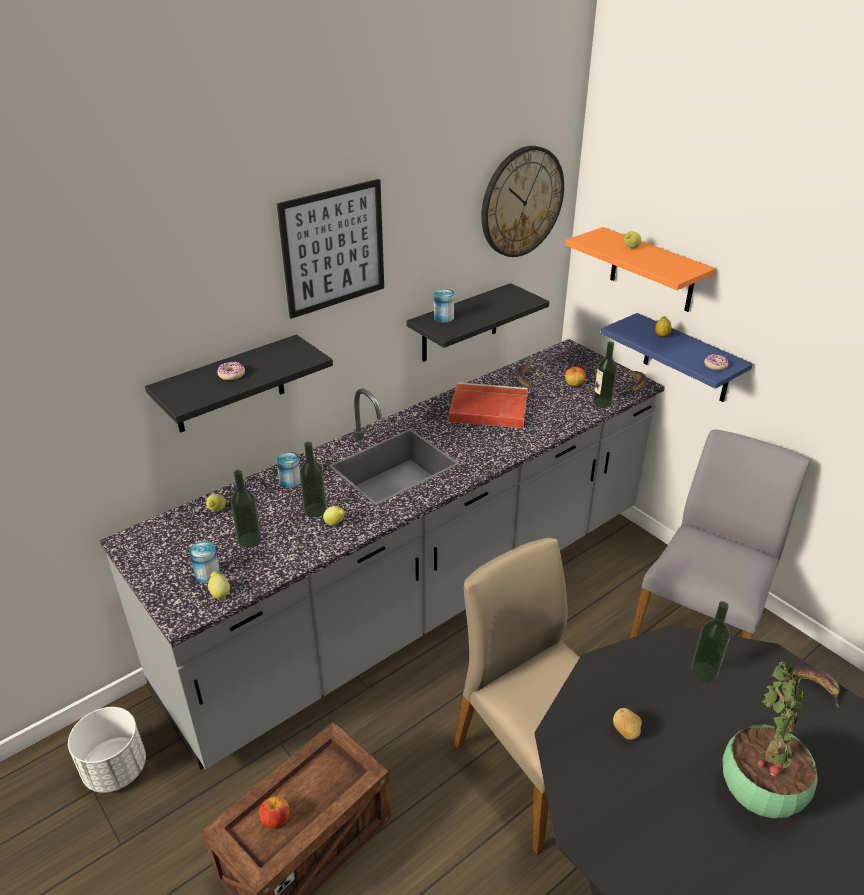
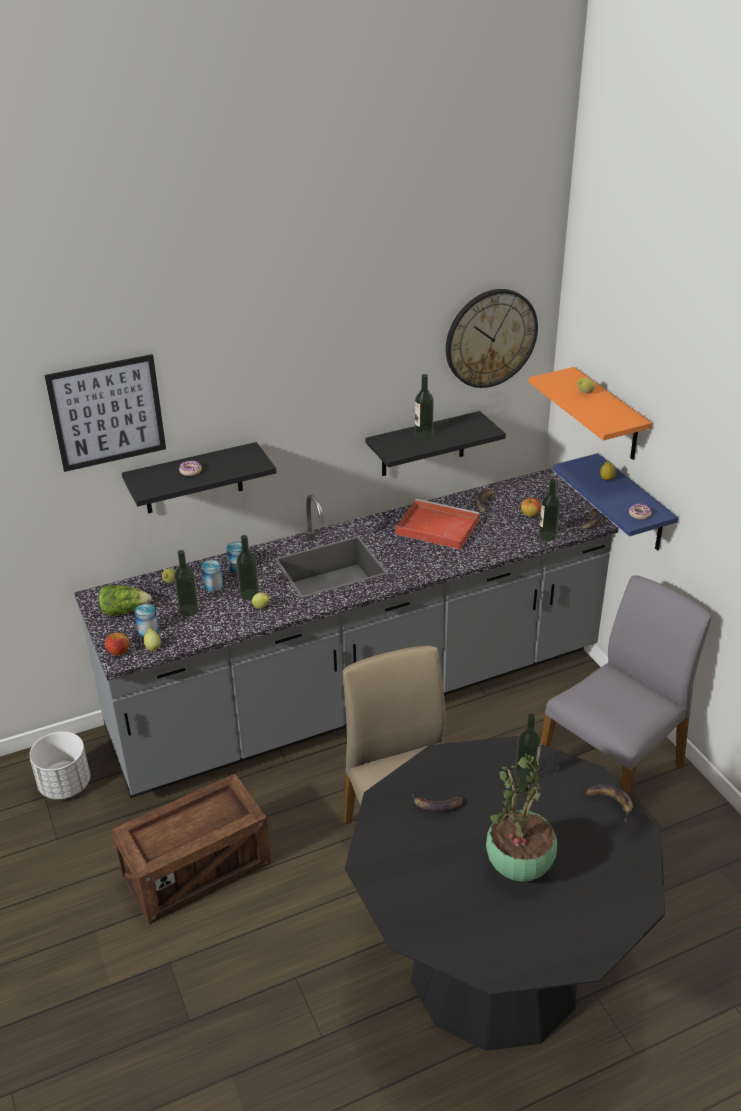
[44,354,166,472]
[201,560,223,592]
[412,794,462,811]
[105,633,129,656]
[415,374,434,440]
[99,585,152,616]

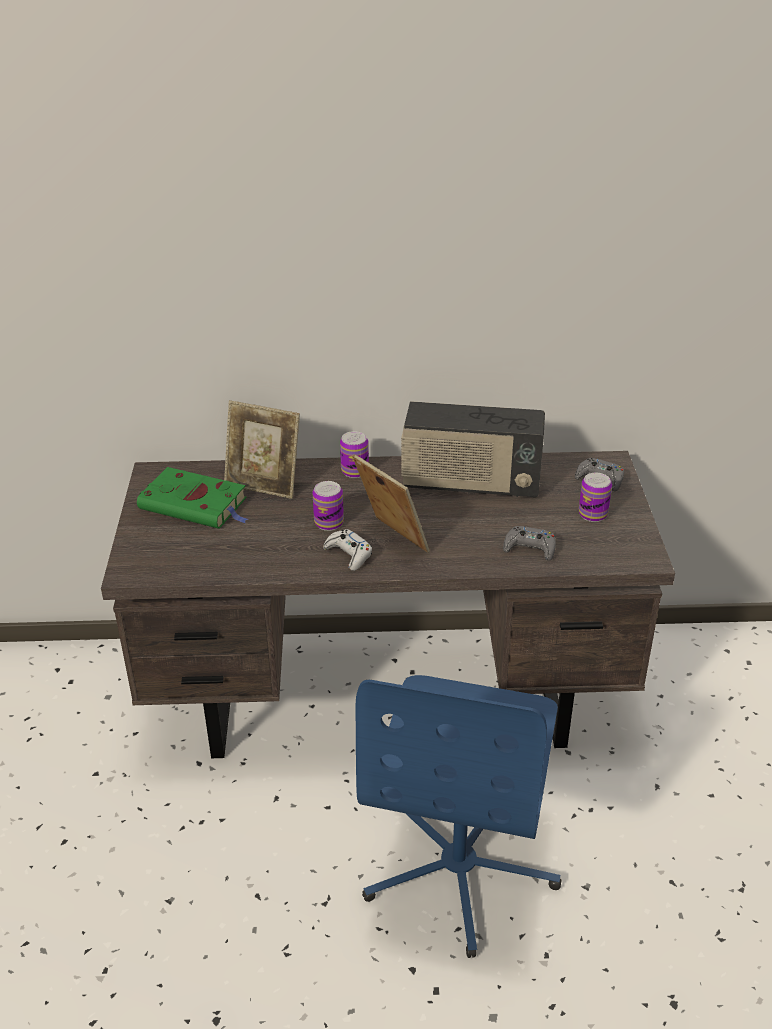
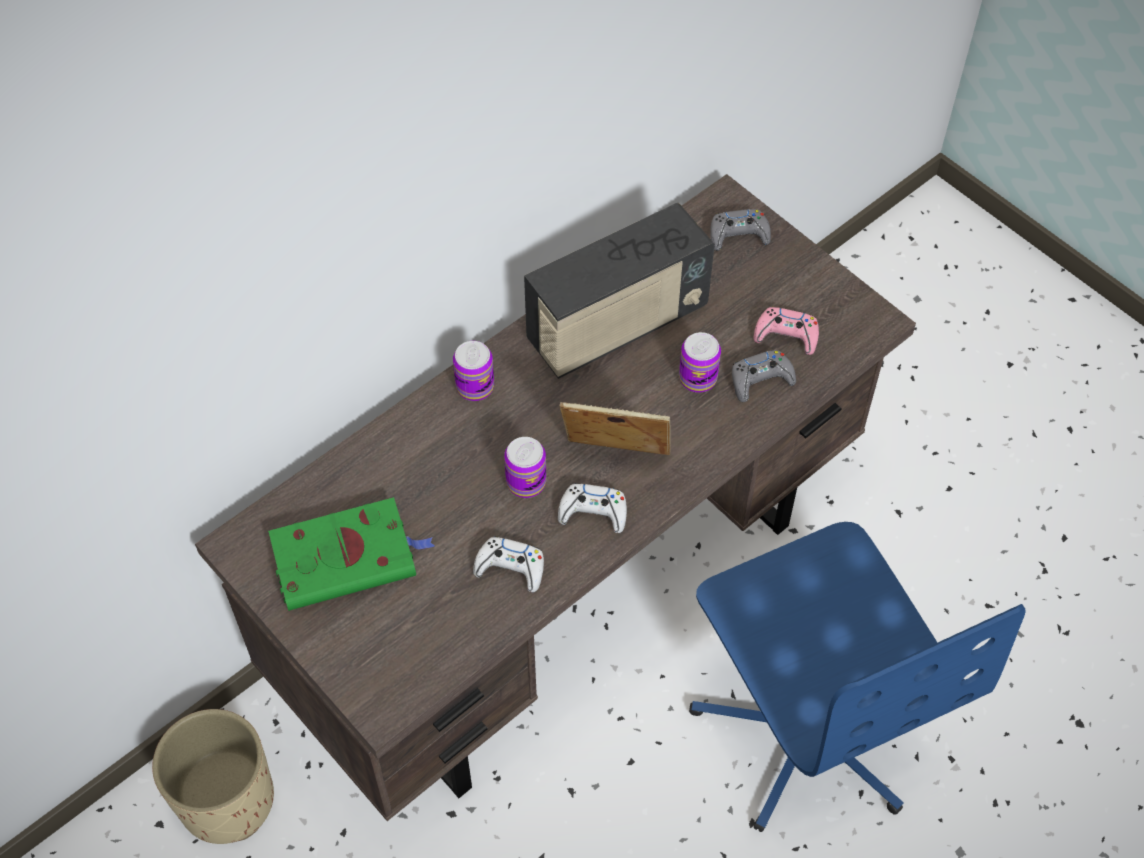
[224,400,300,499] (first image)
[679,332,721,393]
[753,307,819,355]
[473,536,544,592]
[152,709,274,844]

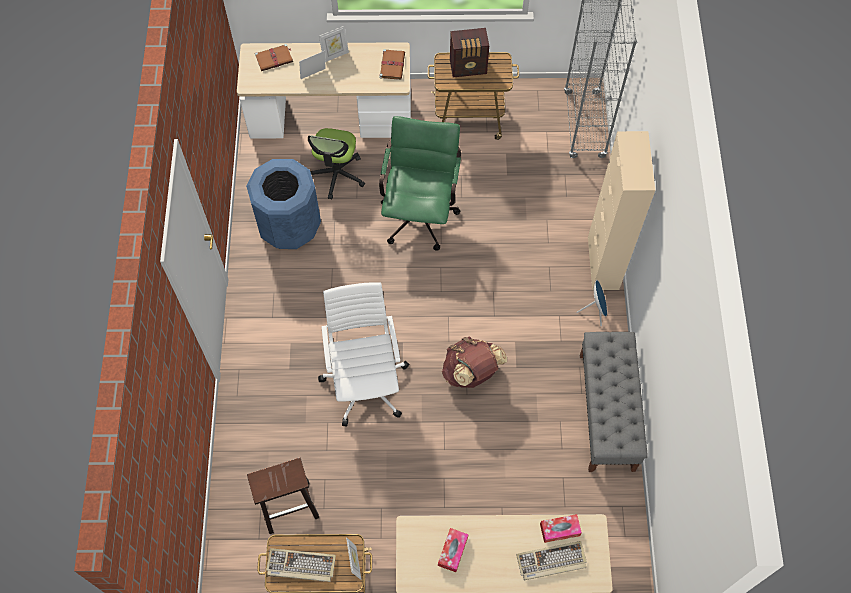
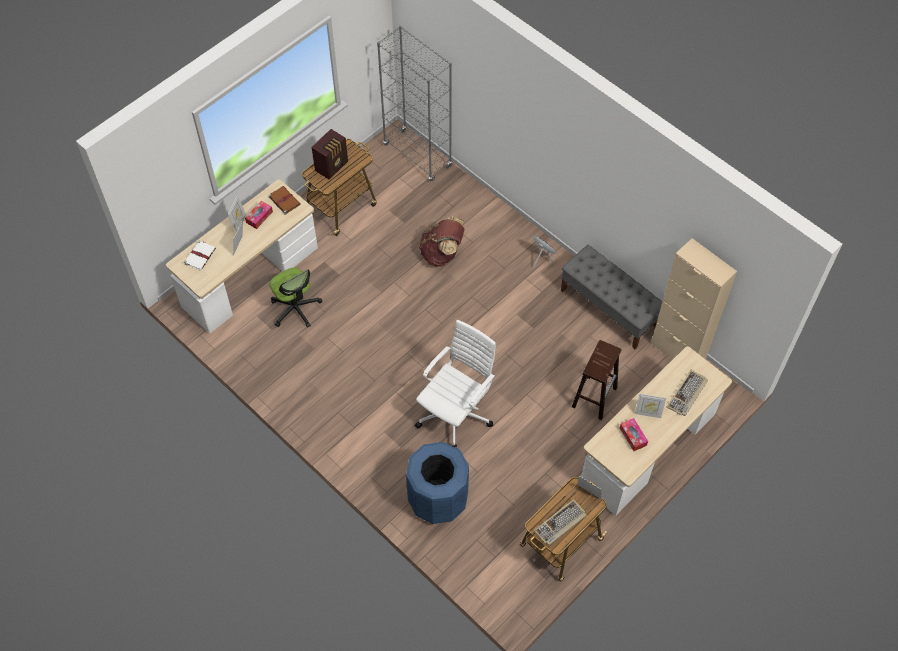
[184,240,216,271]
[379,116,461,251] (first image)
[651,238,737,360]
[406,442,469,524]
[415,320,497,449]
[419,217,465,267]
[572,340,622,420]
[245,201,273,229]
[635,394,666,418]

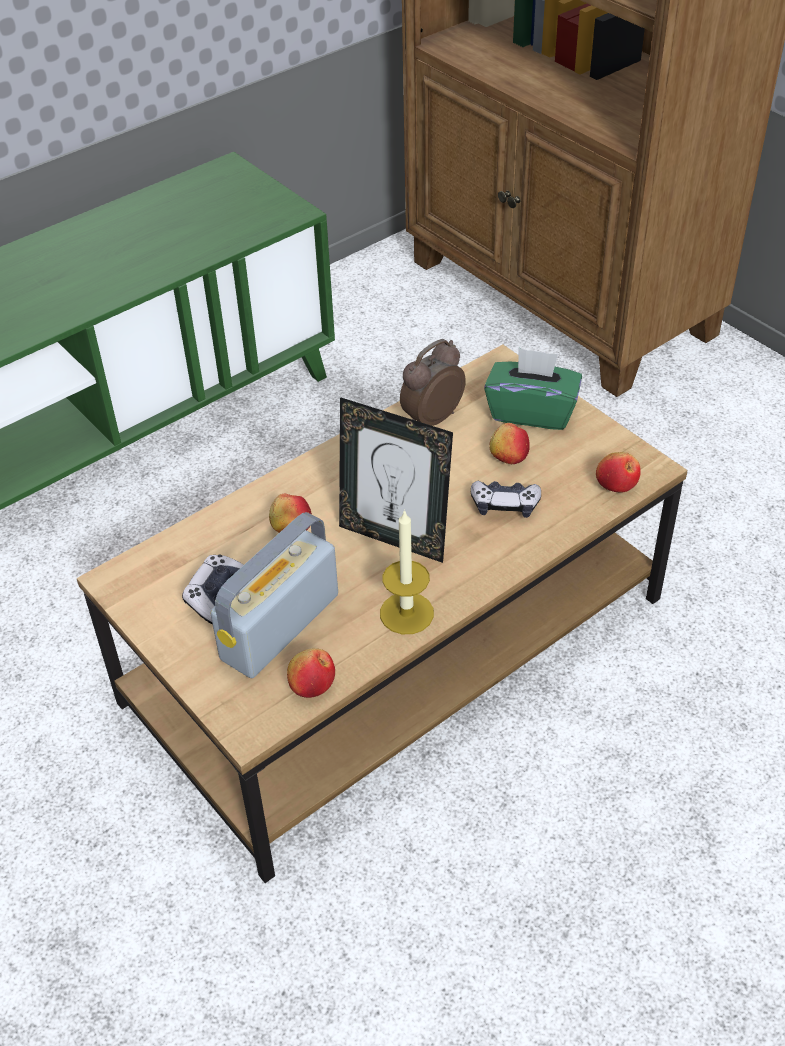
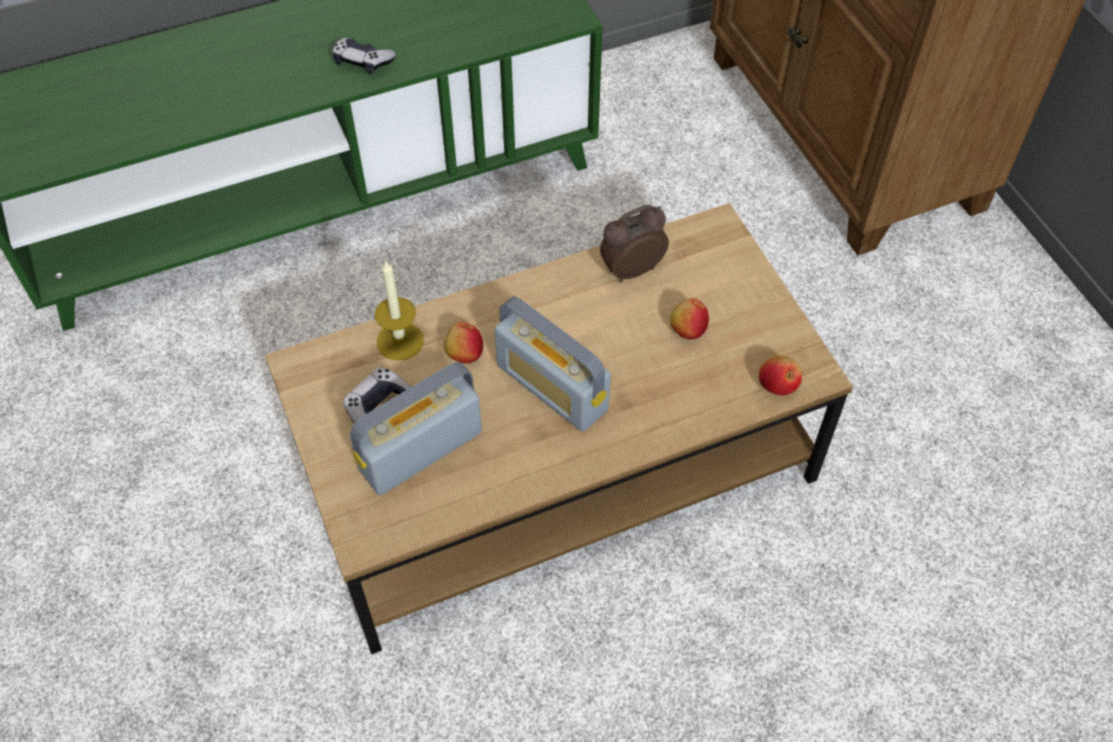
[484,348,582,430] (first image)
[494,296,611,432]
[332,37,396,74]
[375,260,424,361]
[287,648,335,698] (first image)

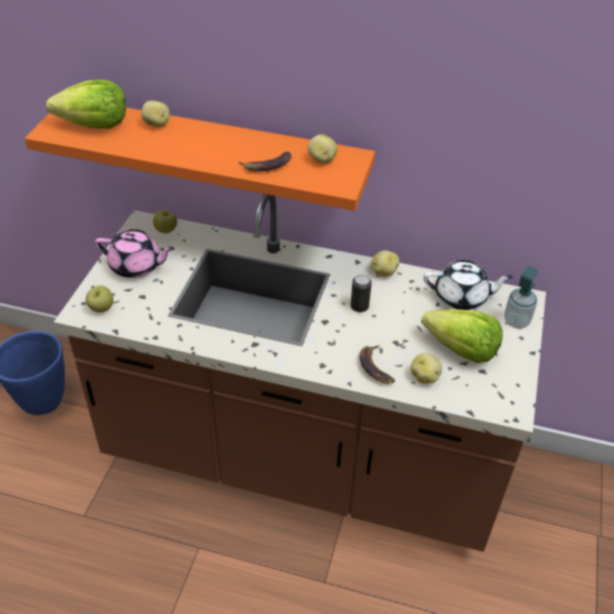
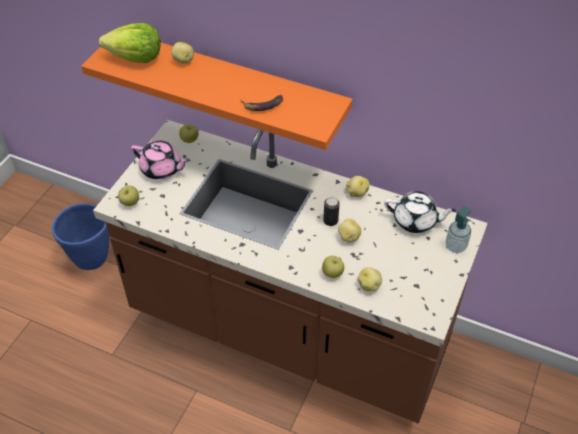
[338,219,361,243]
[421,309,503,363] (first image)
[322,256,344,278]

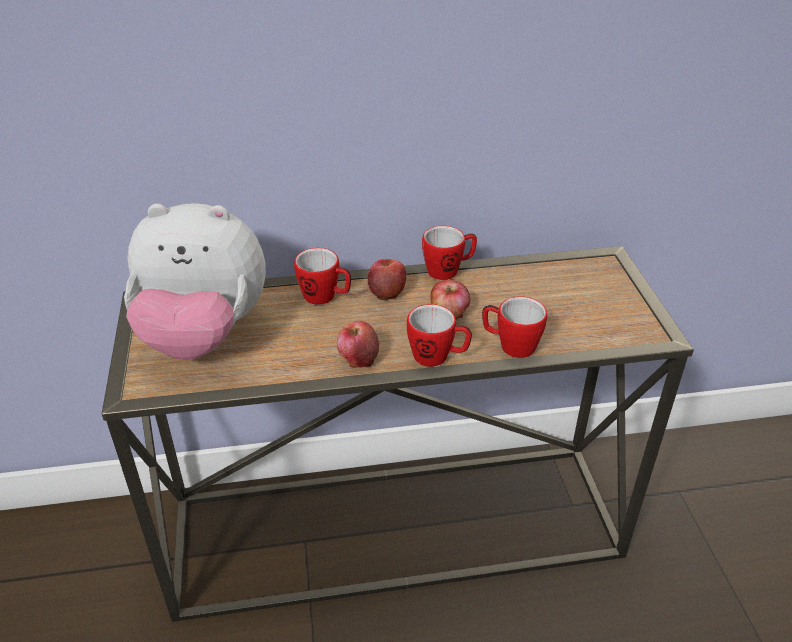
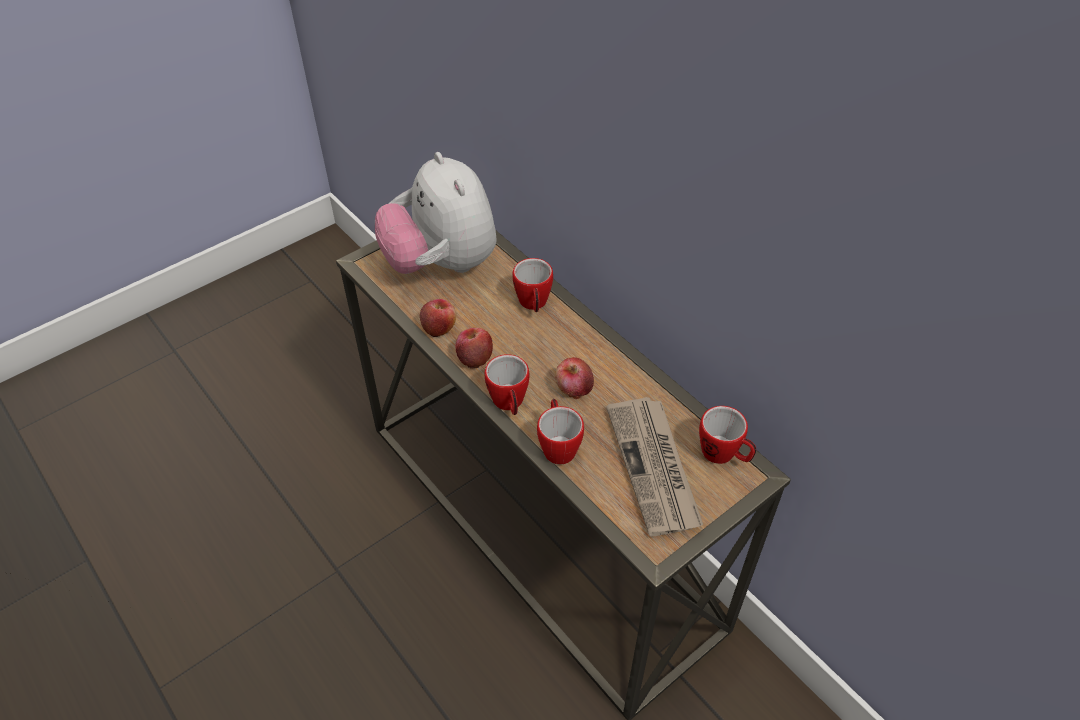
[699,406,756,464]
[420,299,456,337]
[606,397,704,536]

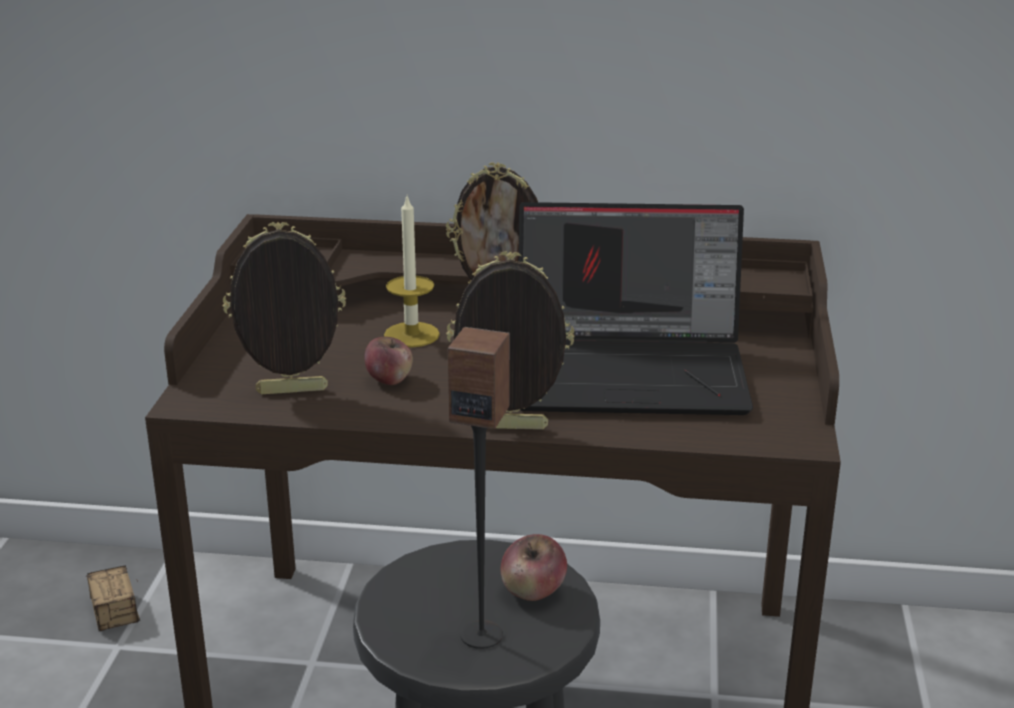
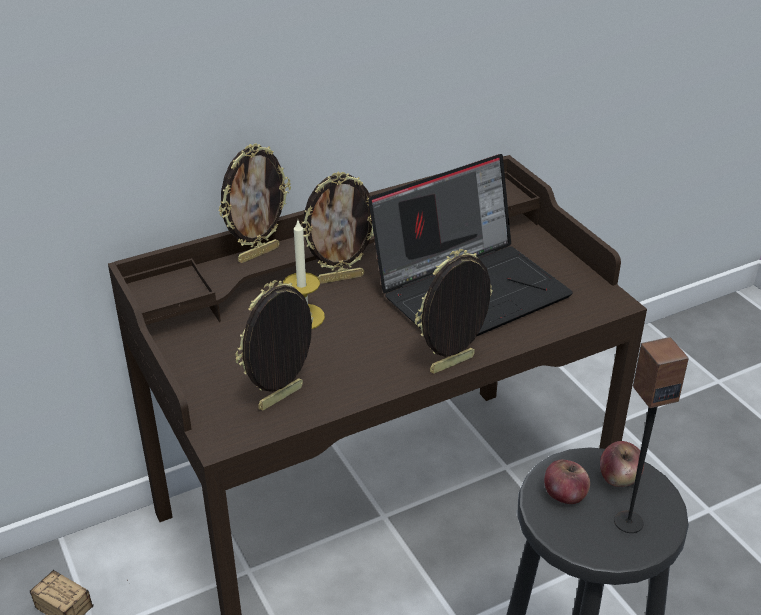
[544,460,590,504]
[218,143,291,263]

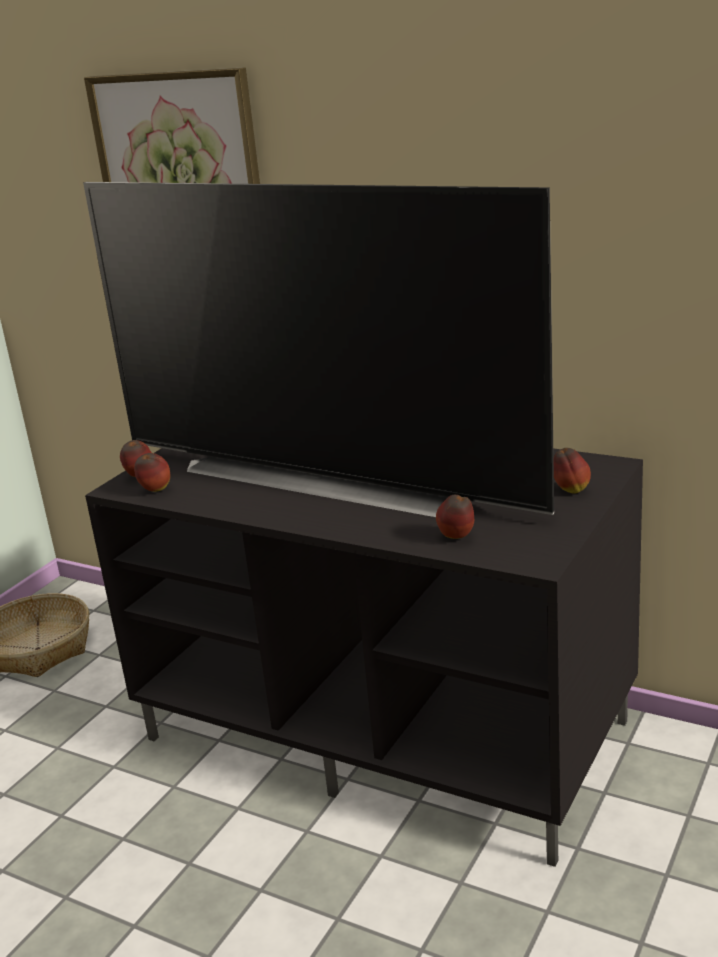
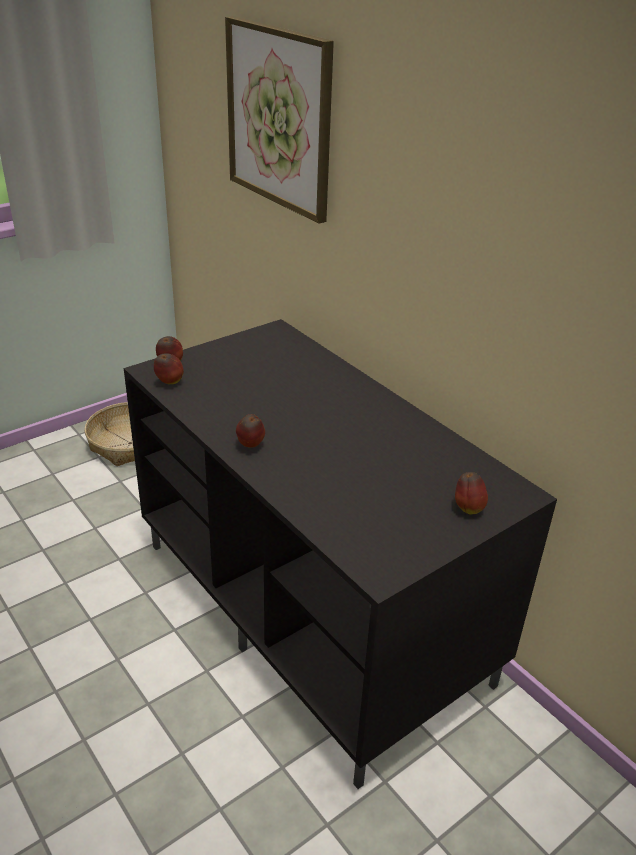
[83,182,554,517] (first image)
[236,414,265,448]

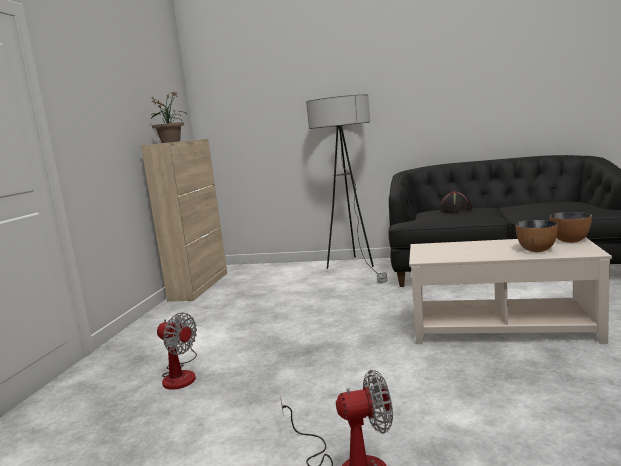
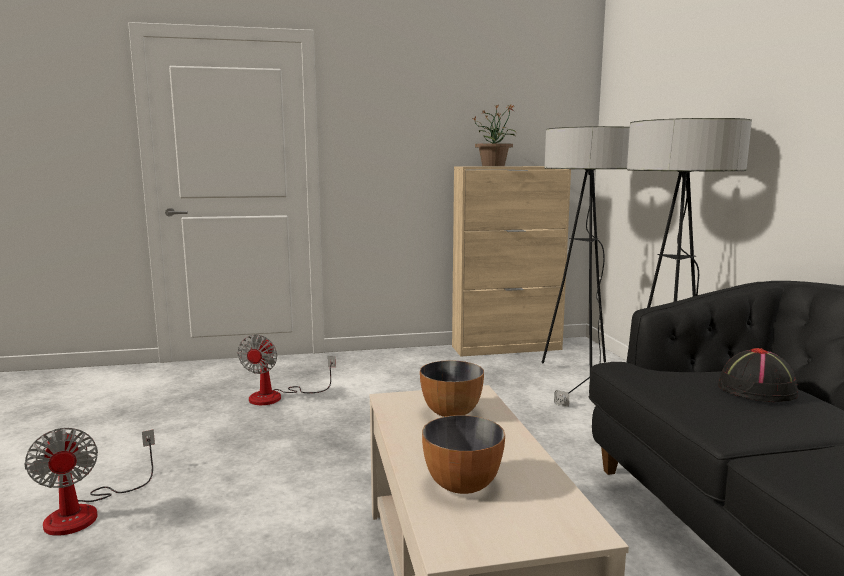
[420,360,484,417]
[541,126,630,407]

